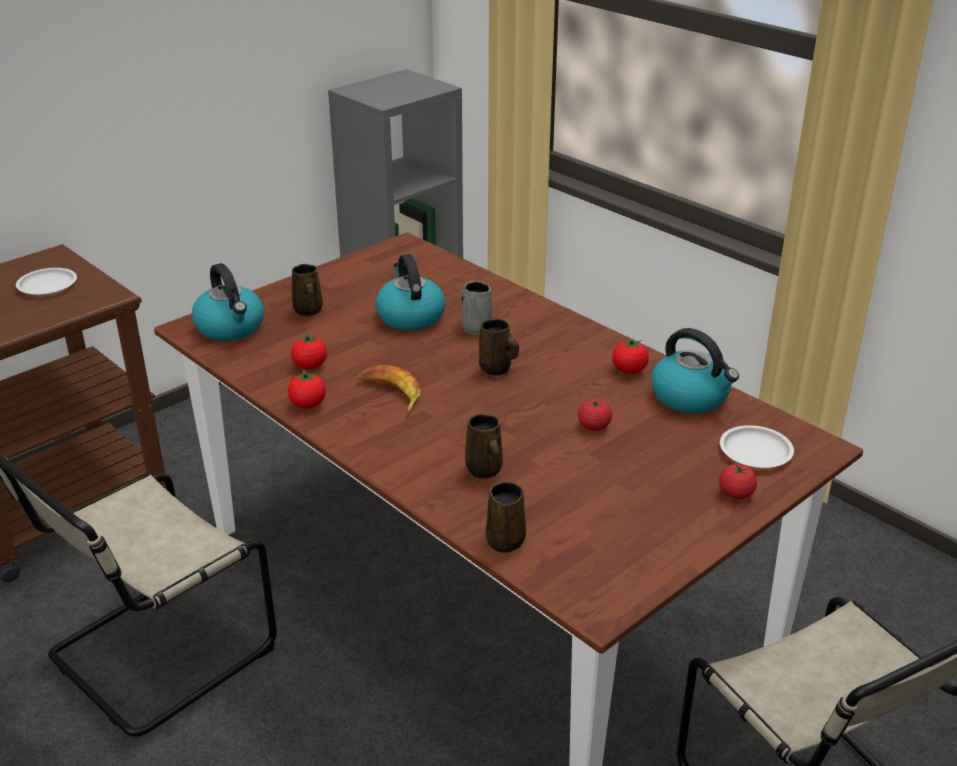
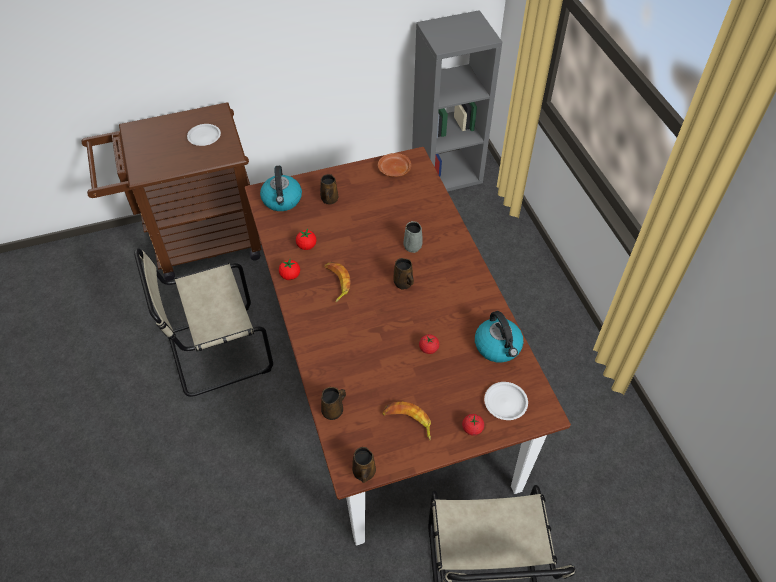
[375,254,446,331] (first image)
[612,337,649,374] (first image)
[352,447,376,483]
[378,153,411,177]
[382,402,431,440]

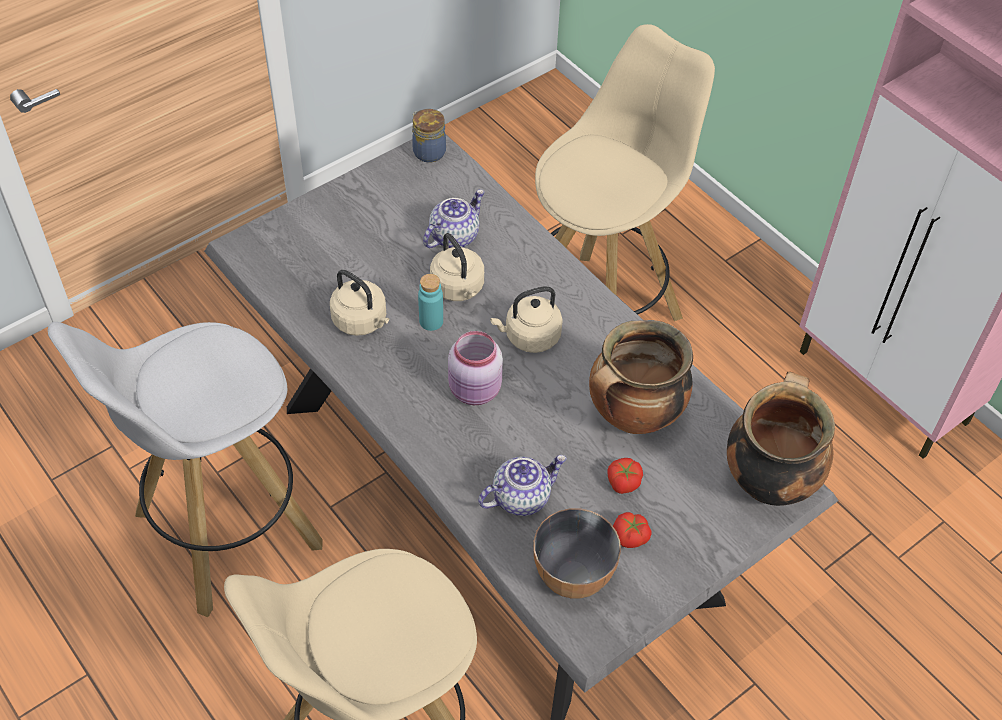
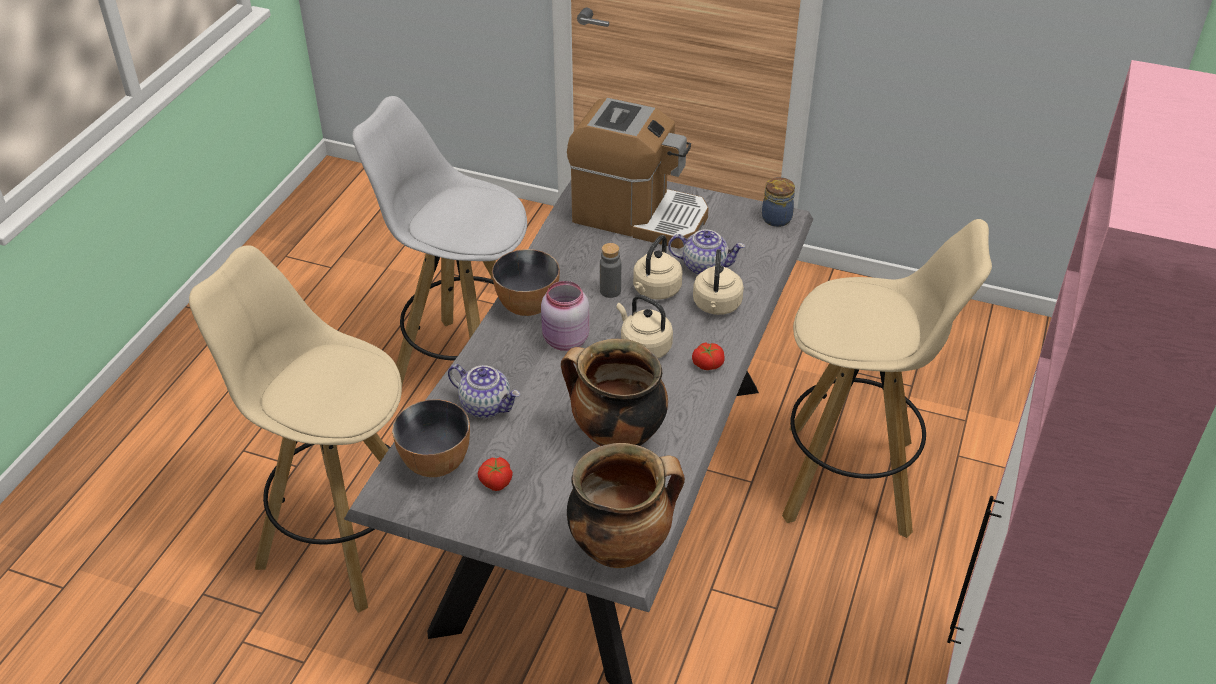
[693,249,744,315]
[600,243,621,298]
[692,342,725,370]
[567,98,709,249]
[492,249,560,316]

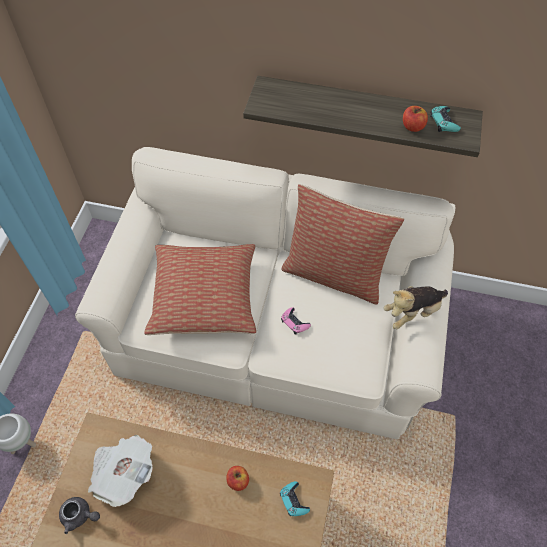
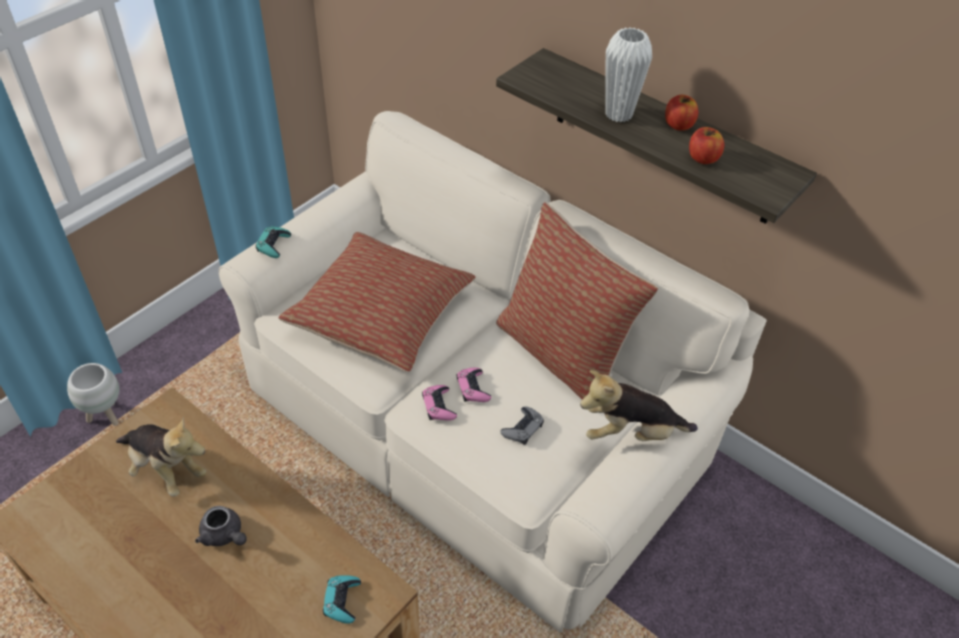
[256,226,291,258]
[116,417,206,497]
[665,95,698,131]
[195,506,247,546]
[605,27,652,122]
[422,385,457,421]
[501,407,544,445]

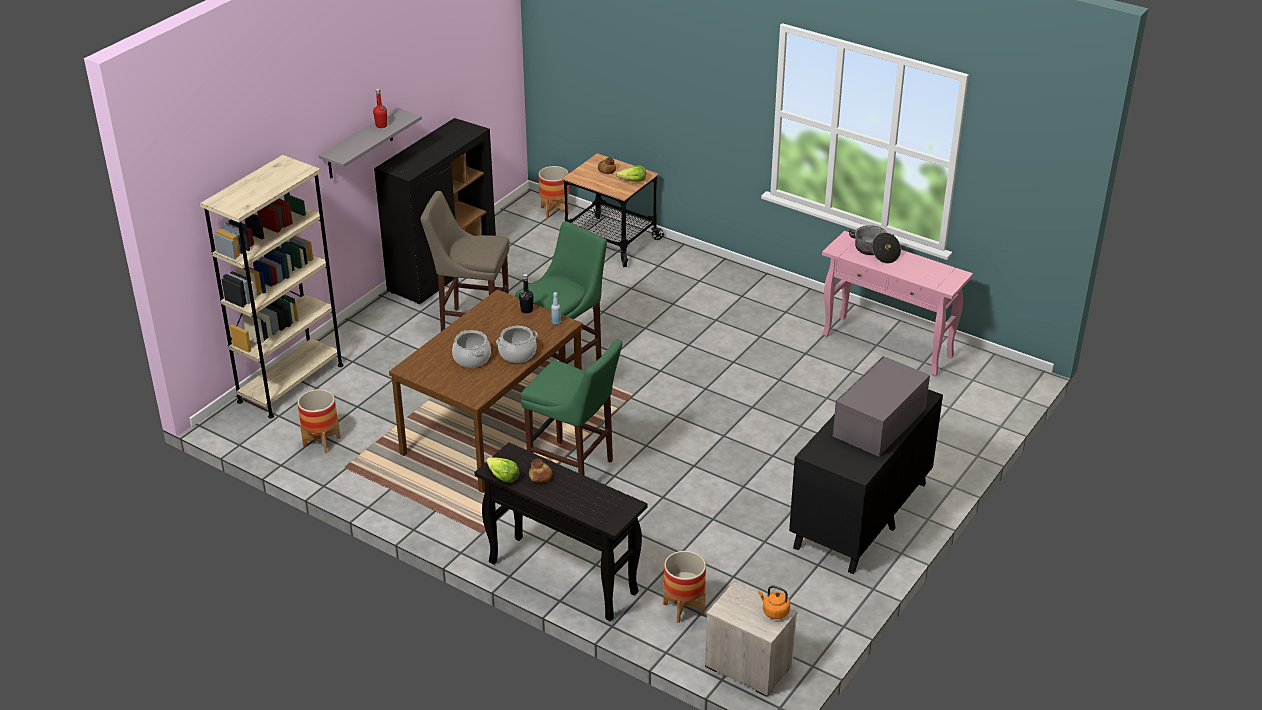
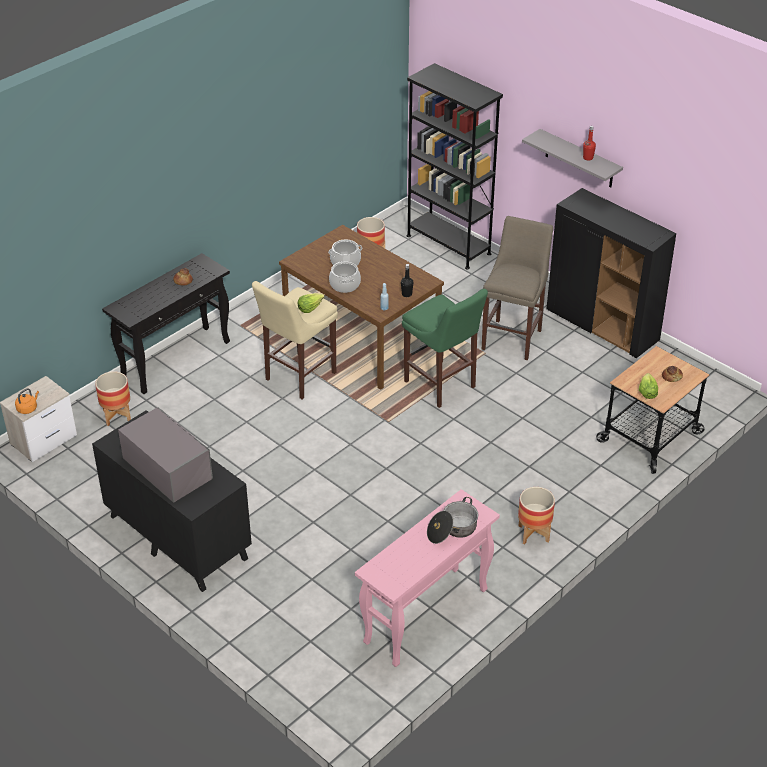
[407,63,503,270]
[518,487,555,545]
[252,281,338,399]
[298,293,324,313]

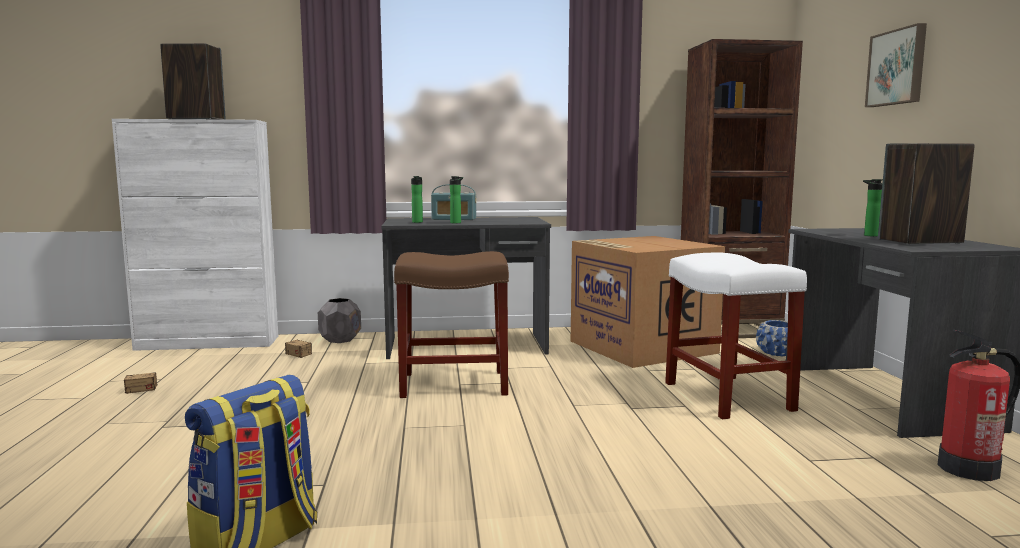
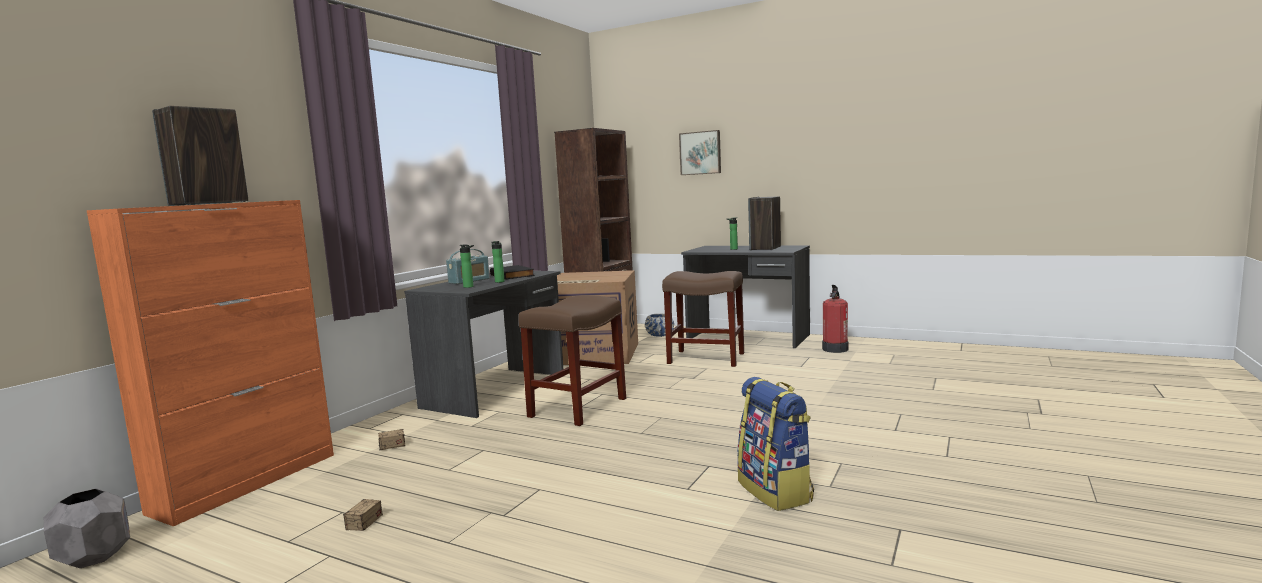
[86,200,334,526]
[662,271,744,367]
[44,488,130,568]
[490,265,535,280]

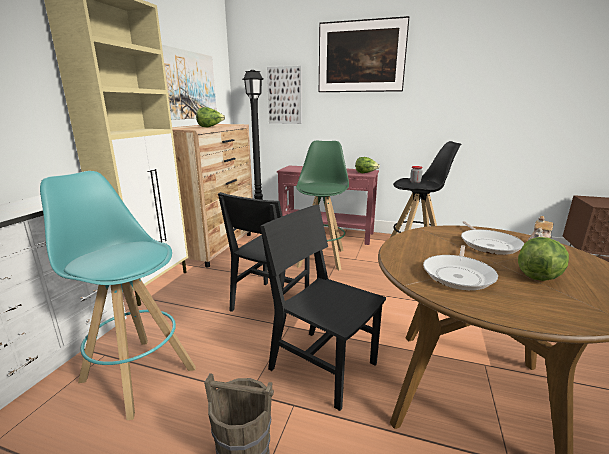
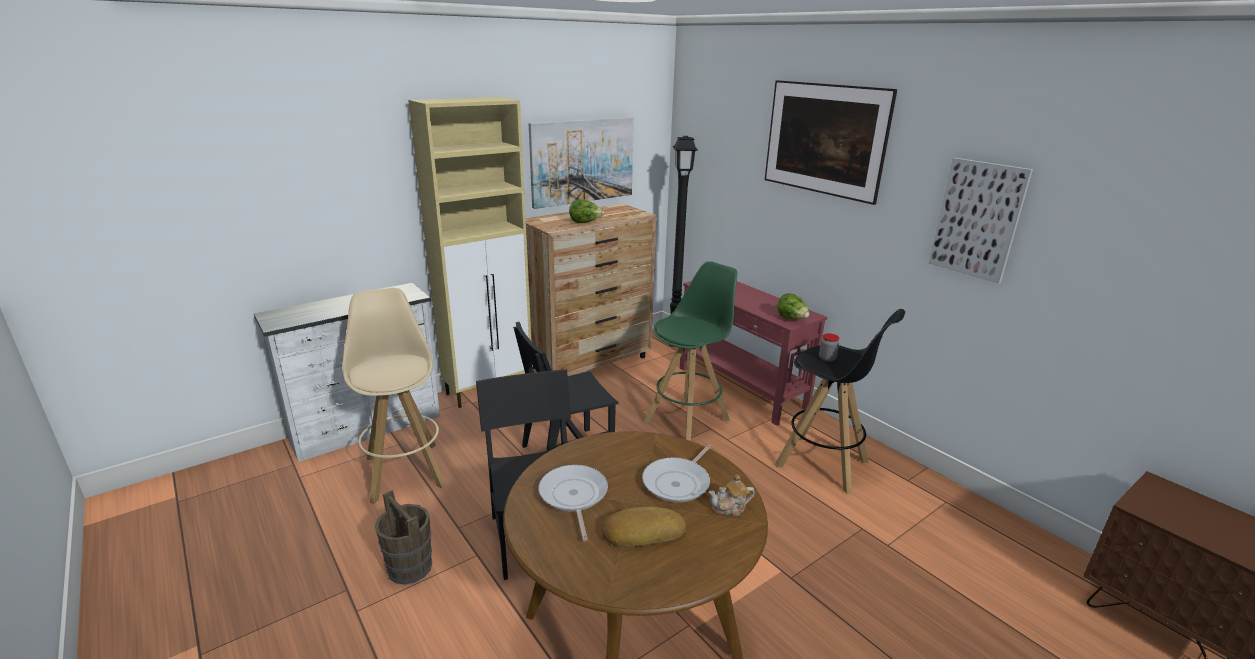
[928,158,1033,283]
[342,288,445,504]
[602,507,686,547]
[539,465,608,541]

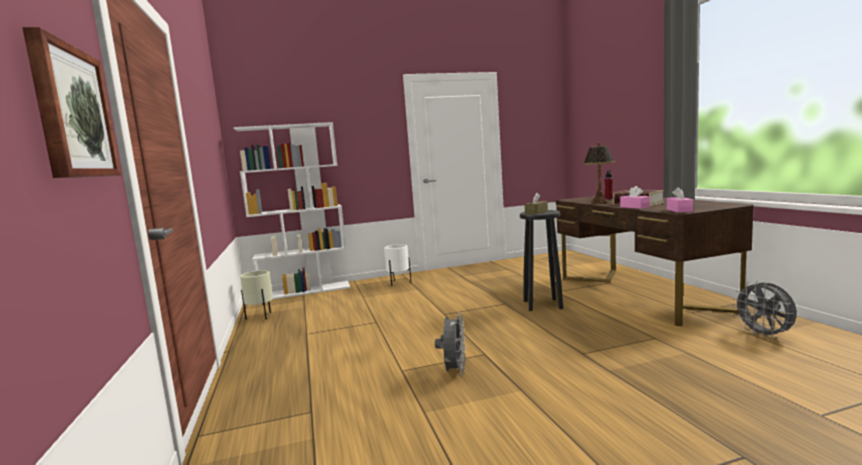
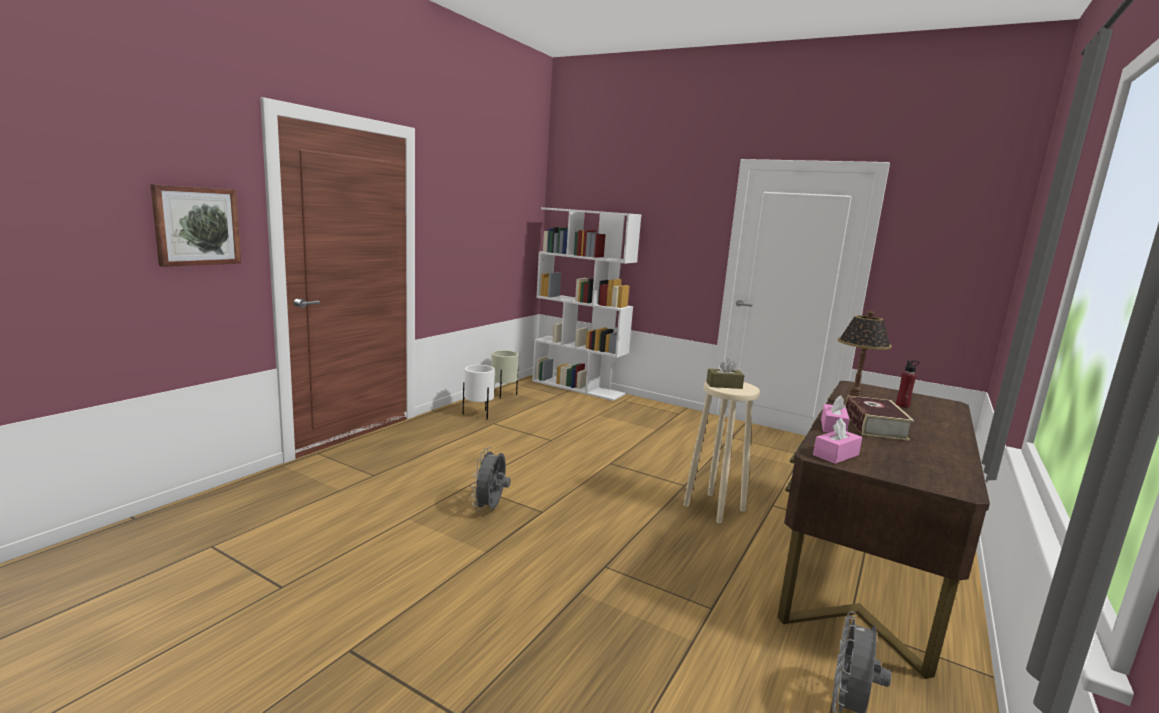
[684,382,760,524]
[463,365,495,420]
[471,447,511,512]

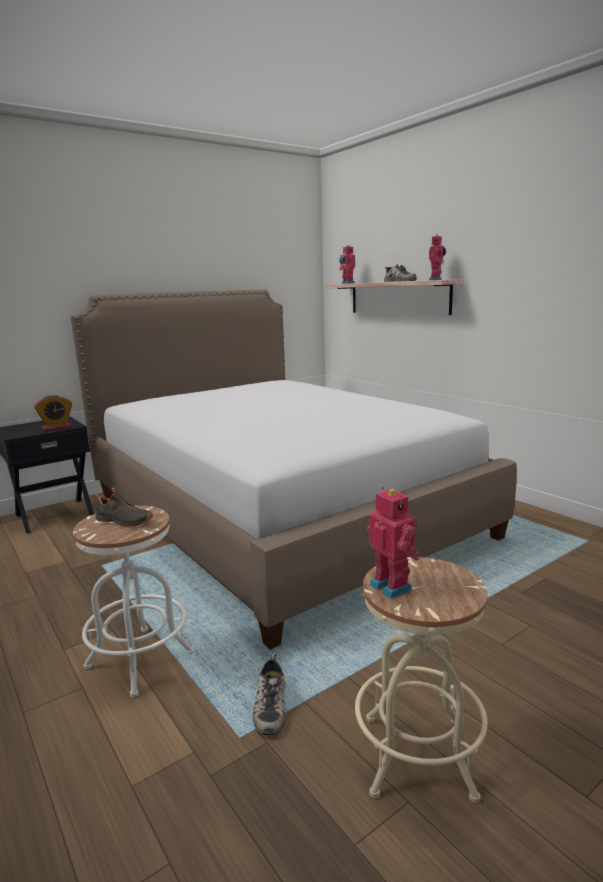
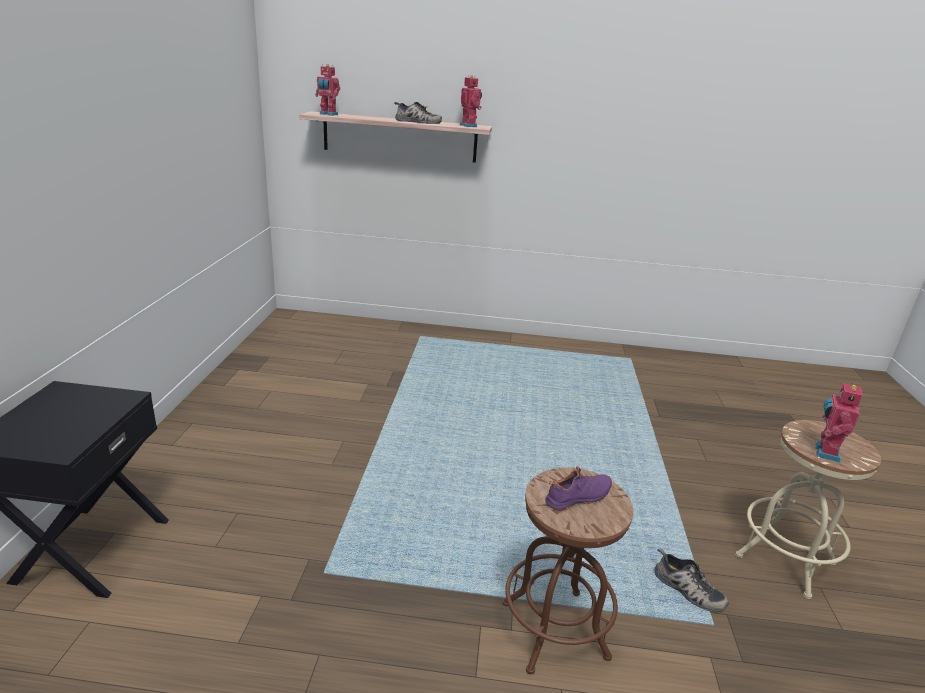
[71,290,517,650] (first image)
[34,395,72,431] (first image)
[545,466,612,510]
[815,382,863,462]
[502,468,633,675]

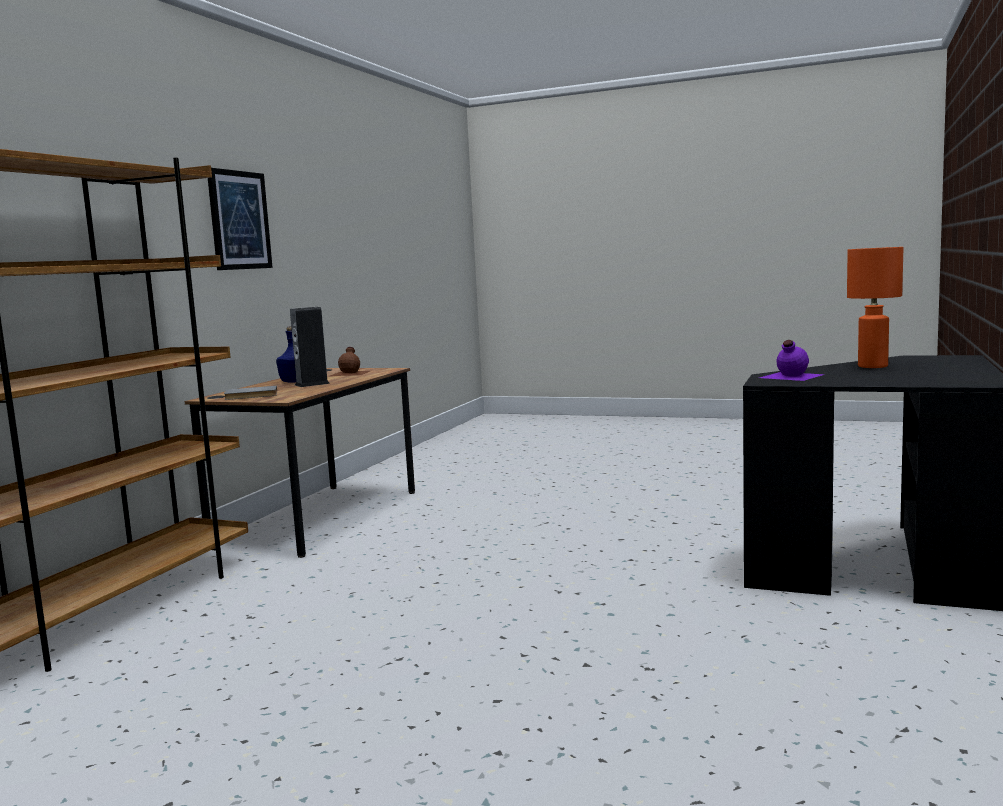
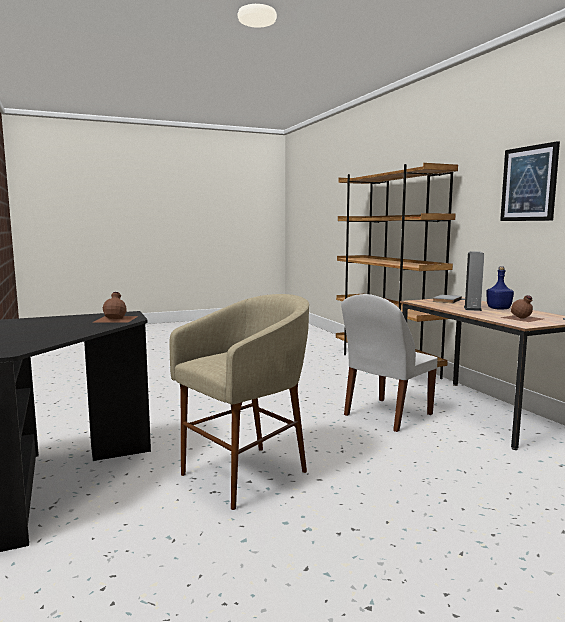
[847,247,903,368] (first image)
[92,292,138,323]
[170,294,309,510]
[341,294,438,432]

